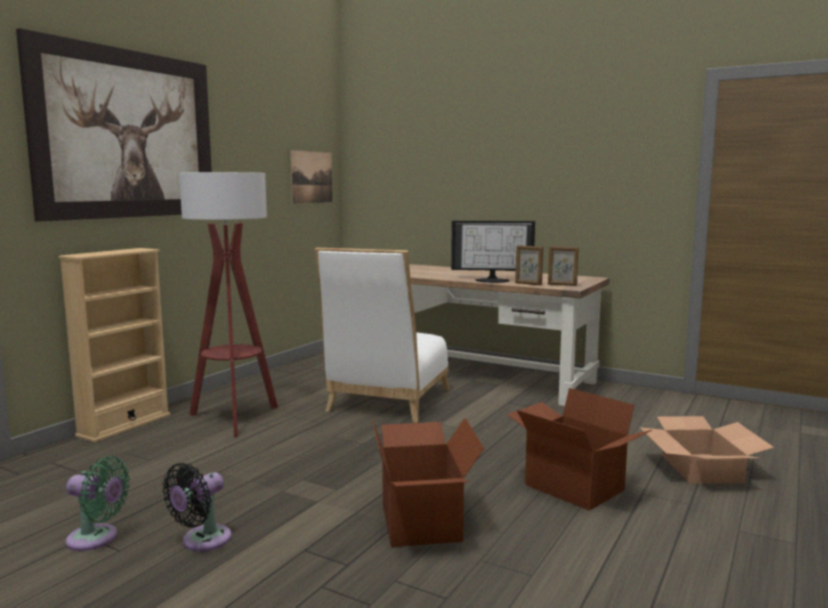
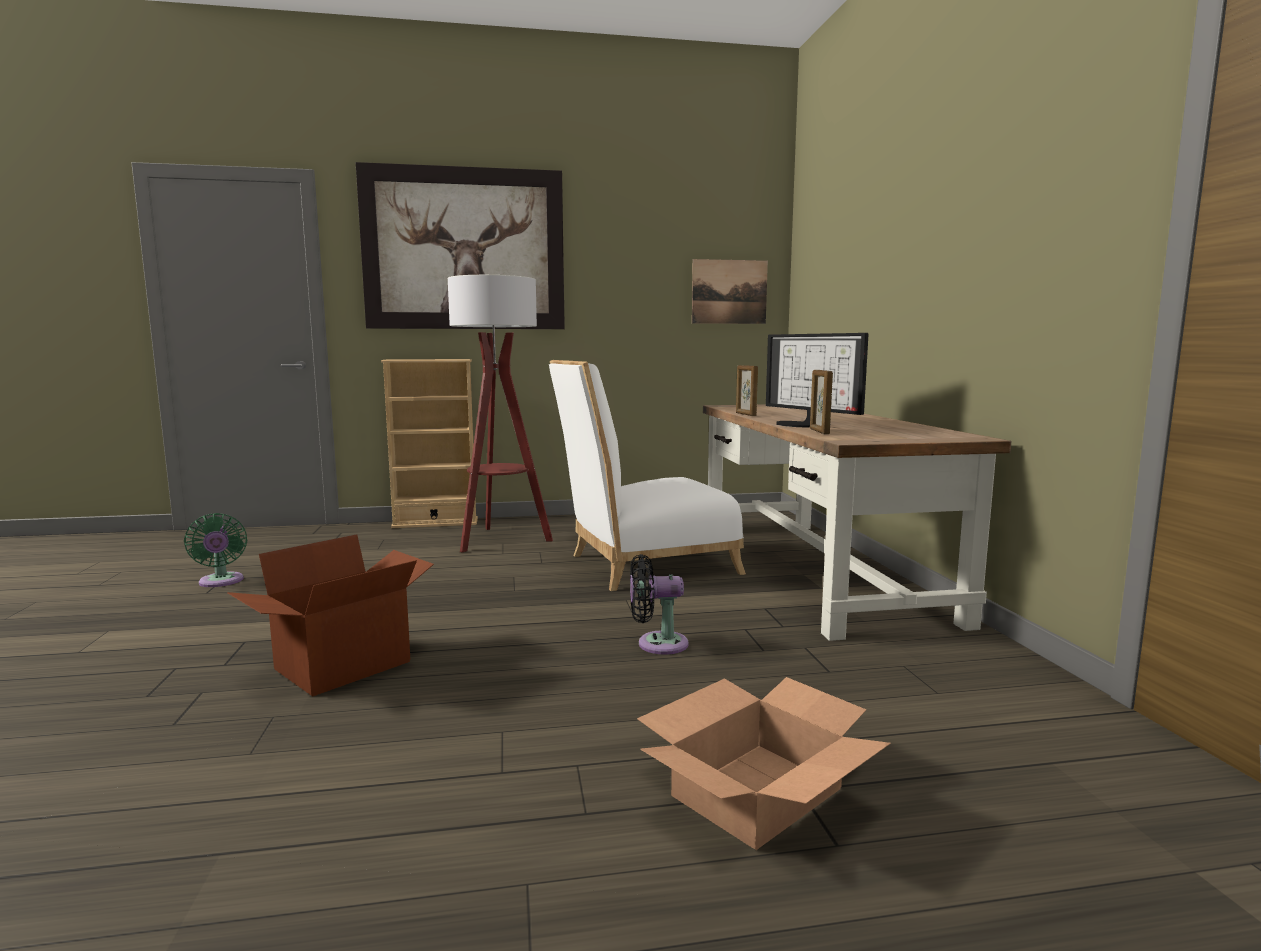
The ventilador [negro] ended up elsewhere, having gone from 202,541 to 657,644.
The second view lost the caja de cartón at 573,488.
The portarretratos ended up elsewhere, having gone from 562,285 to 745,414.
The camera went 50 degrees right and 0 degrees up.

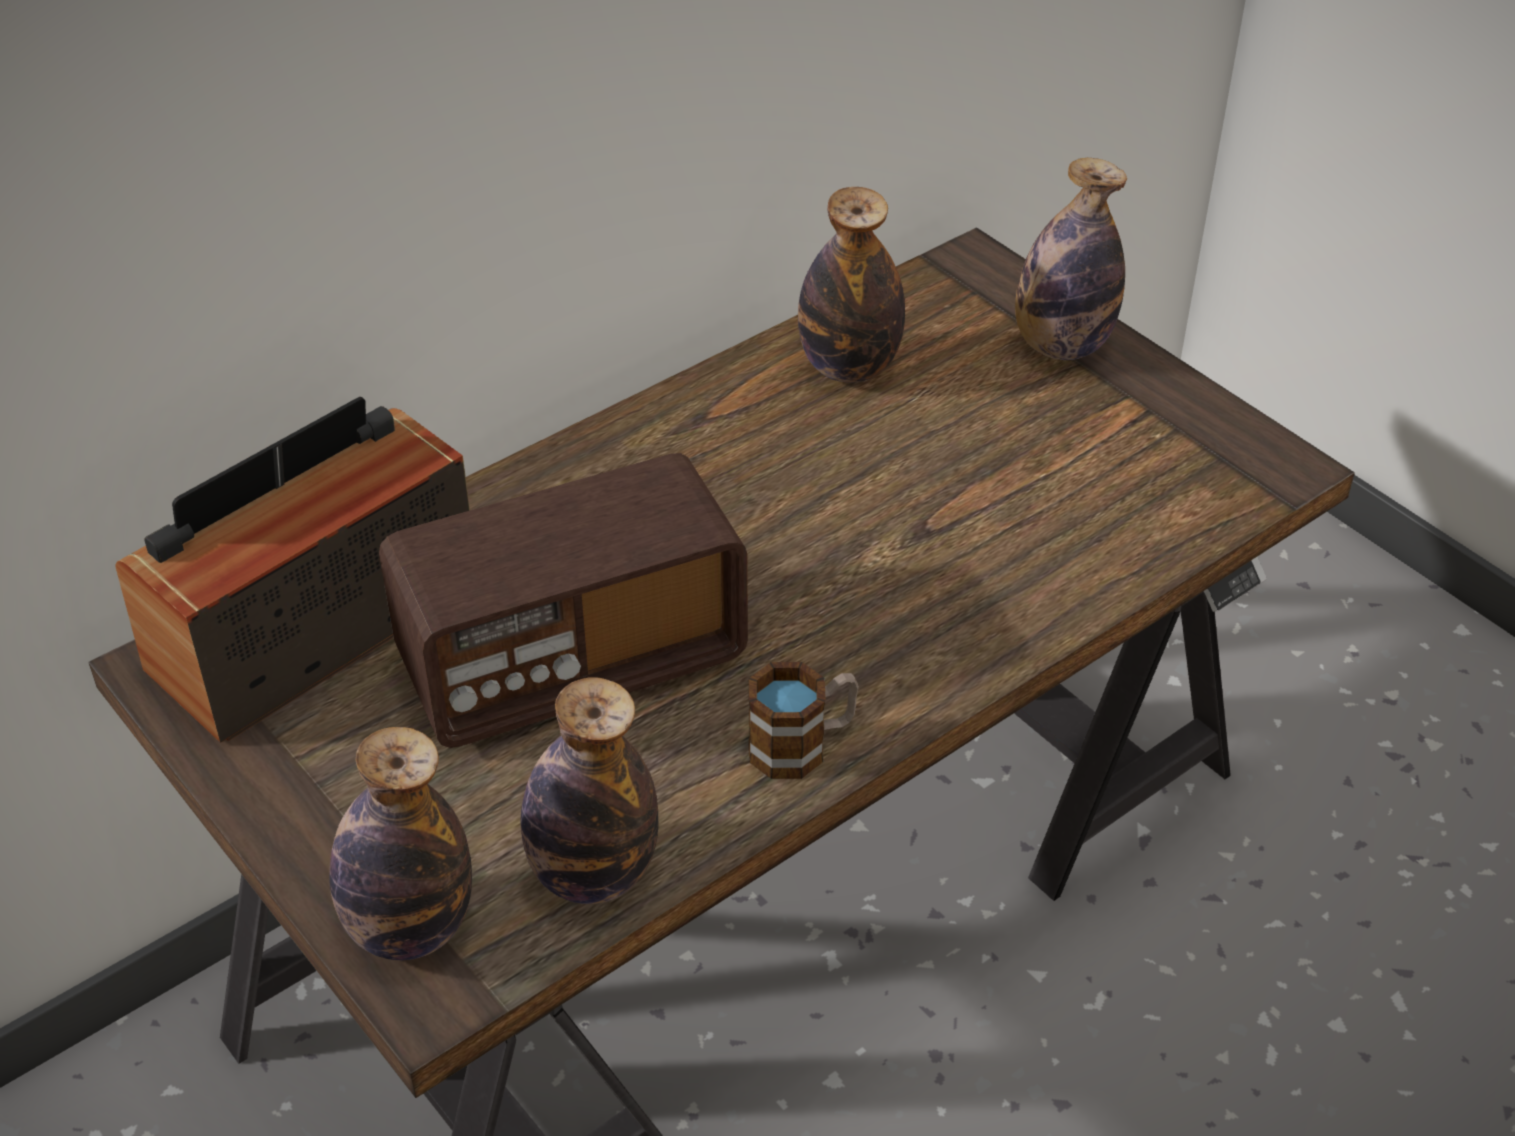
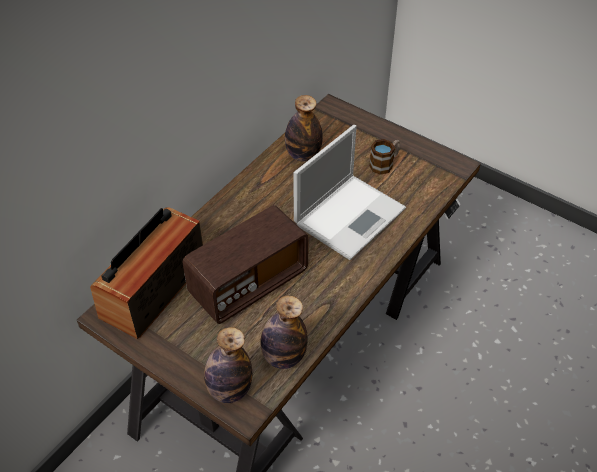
The taza grande ended up elsewhere, having gone from 802,745 to 384,164.
The second view lost the botella at 1061,346.
The second view gained the portátil at 351,215.
The camera went 15 degrees left and 5 degrees up.

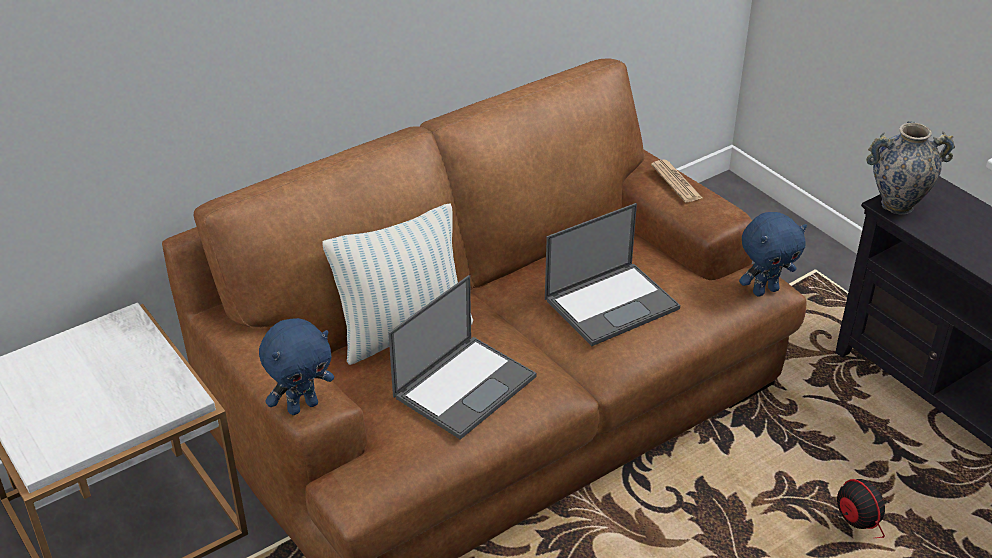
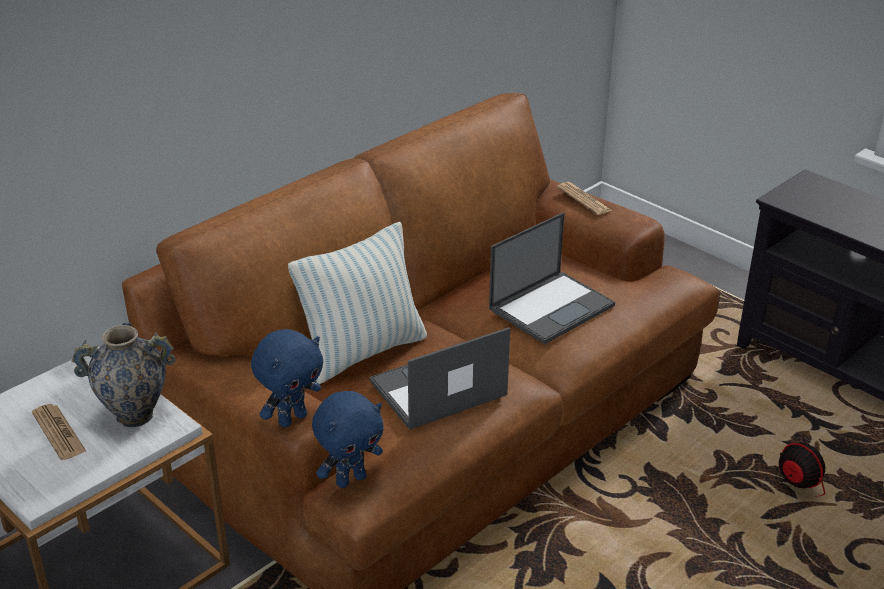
The portátil at 465,385 ended up facing another way, 150 degrees counterclockwise from before.
The peluche [azul] ended up elsewhere, having gone from 765,290 to 350,479.
The florero ended up elsewhere, having gone from 897,205 to 134,415.
The second view gained the periódico at 58,432.
The camera went 10 degrees left and 5 degrees down.

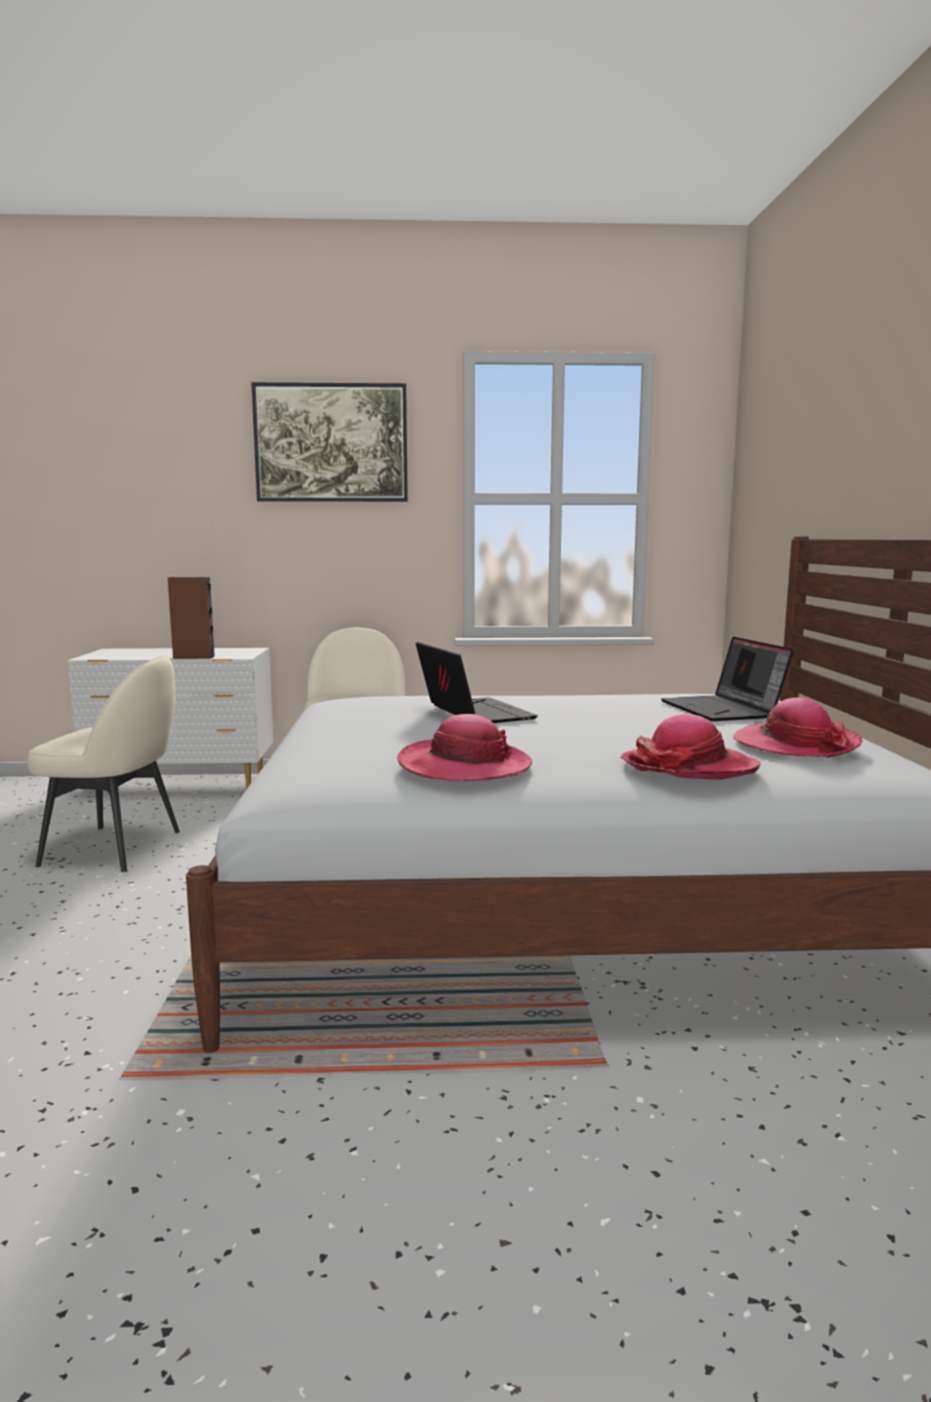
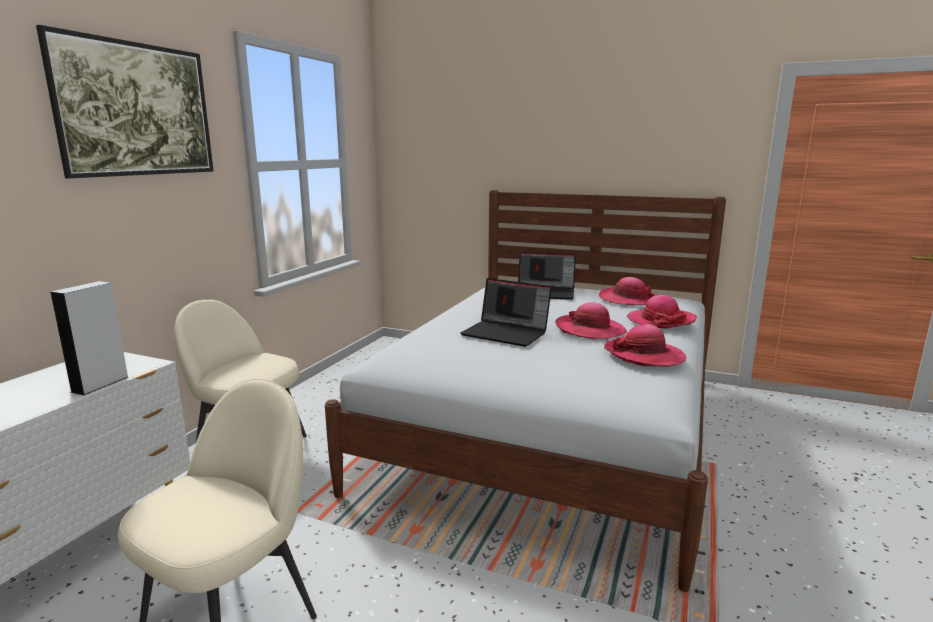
What was the altavoz [marrón] at 193,657 turned into the altavoz [gris] at 100,384.
The portátil at 472,713 ended up facing another way, 150 degrees counterclockwise from before.
The second view gained the sombrero at 589,330.
The camera went 65 degrees left and 5 degrees up.

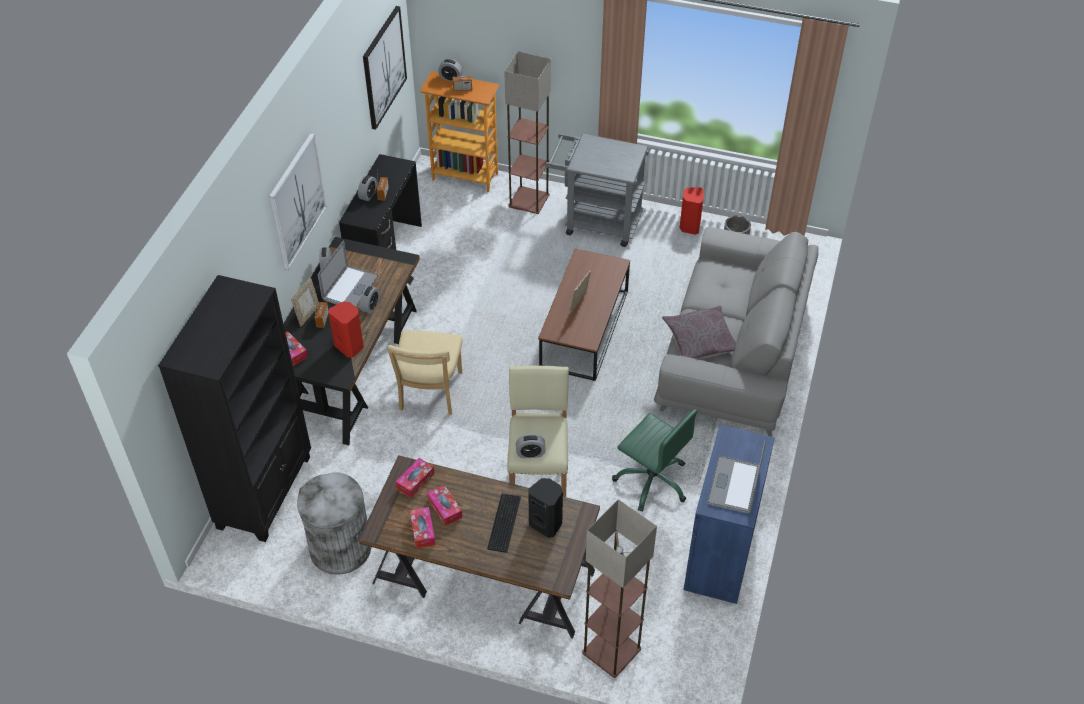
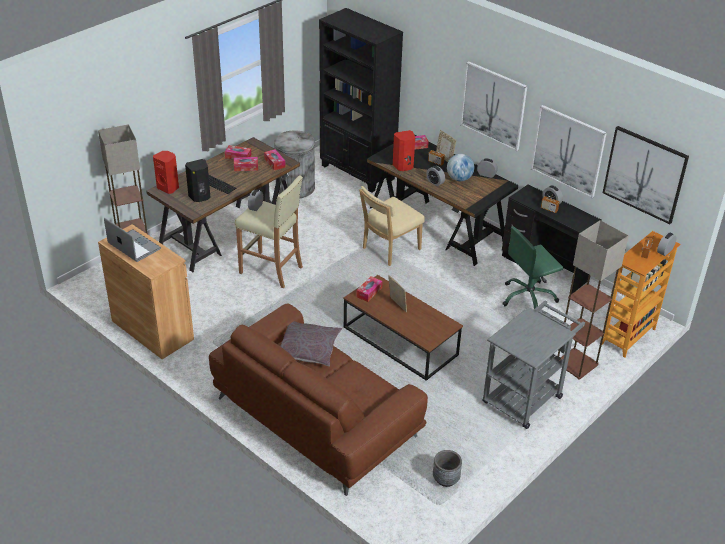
Where the portátil stood at 350,288, the globo terráqueo came to stand at 459,179.
The silla [beis] at 429,394 ended up facing another way, 75 degrees counterclockwise from before.
The silla de oficina [verde] ended up elsewhere, having gone from 652,481 to 528,298.
What was the sofá [gris] at 733,352 turned into the sofá [marrón] at 316,416.
The altavoz [rojo] ended up elsewhere, having gone from 689,226 to 168,188.
What was the armario [azul] at 721,552 turned into the armario [marrón] at 152,330.
The second view gained the caja de pañuelos at 369,292.
The second view gained the cuadro at 568,151.
The camera went 115 degrees right and 10 degrees down.

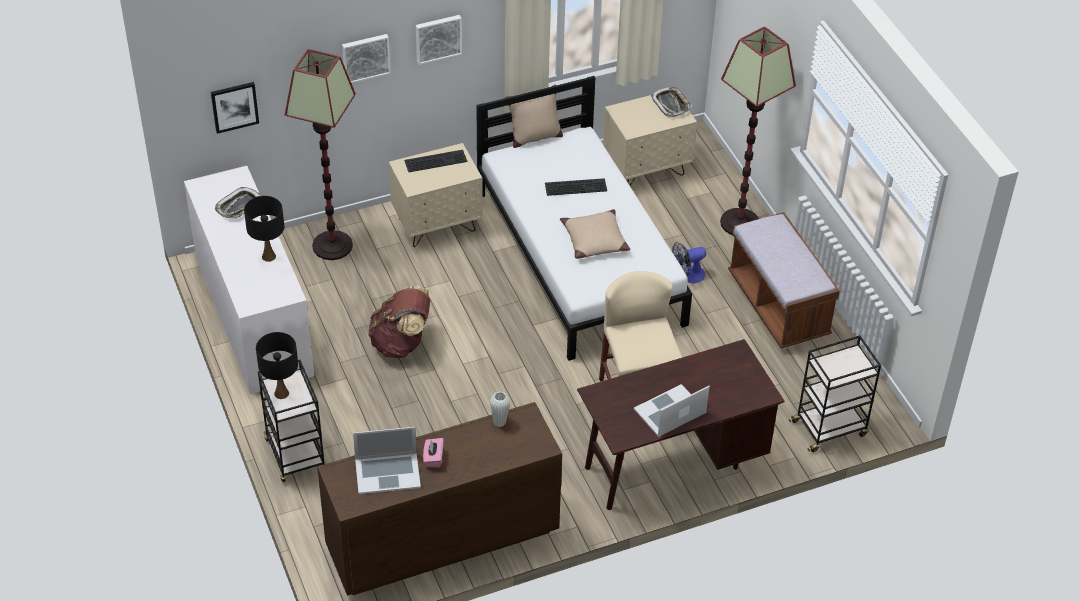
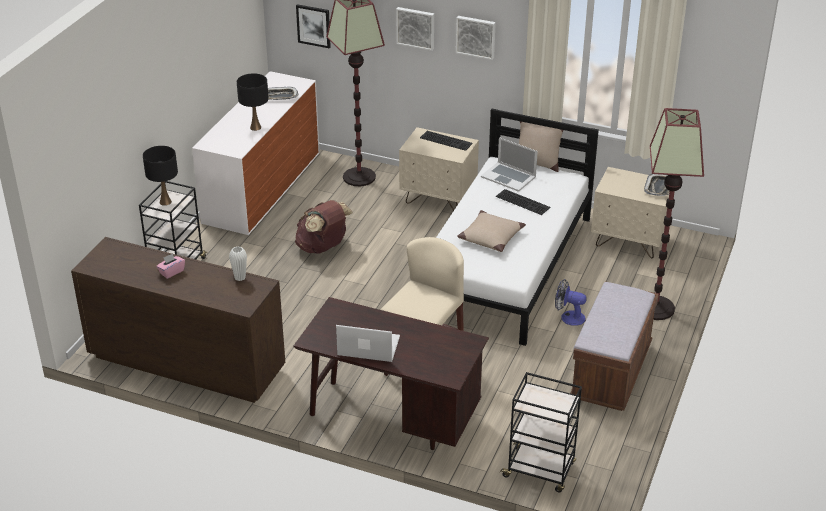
The portátil ended up elsewhere, having gone from 387,473 to 508,176.
The camera went 45 degrees right and 10 degrees down.

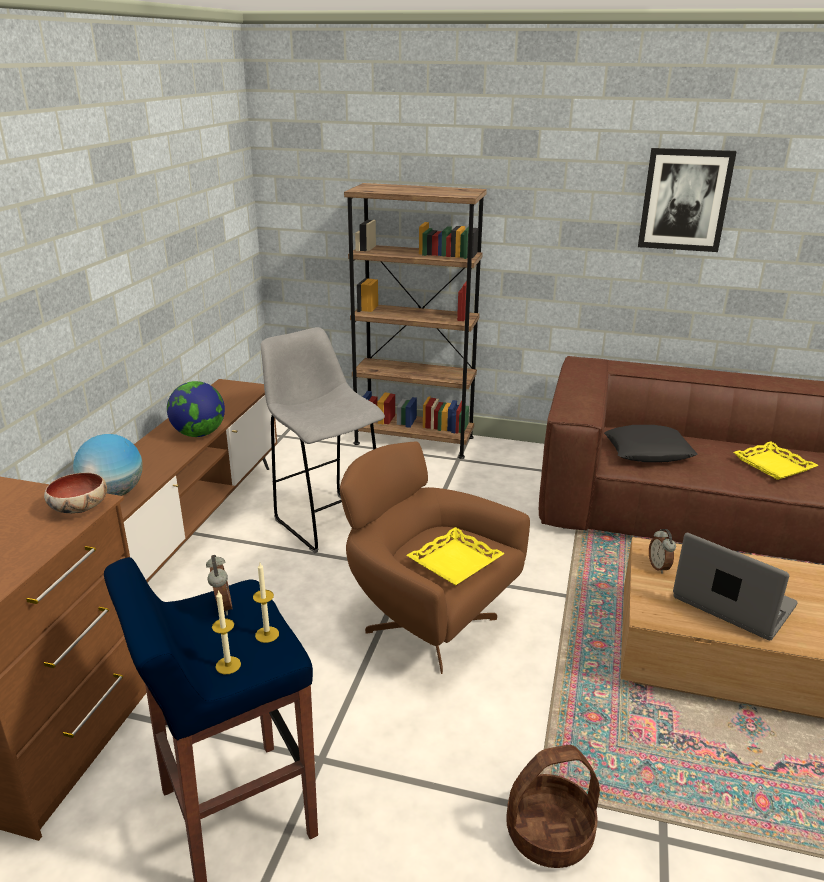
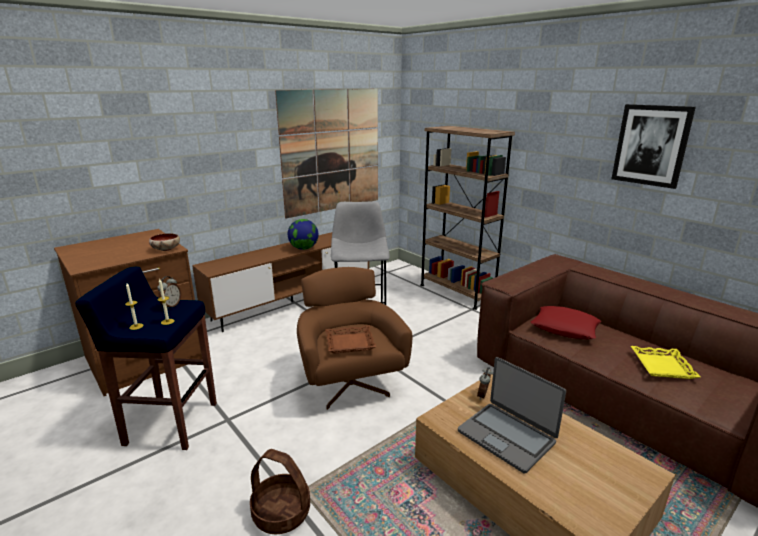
The second view lost the globo terráqueo at 114,494.
What was the bandeja [amarillo] at 454,561 turned into the bandeja [marrón] at 350,343.
What was the cojín [negro] at 647,451 turned into the cojín [rojo] at 564,328.
The portátil at 732,603 ended up facing another way, 150 degrees clockwise from before.
The second view gained the cuadro at 332,151.
The camera went 35 degrees right and 5 degrees down.

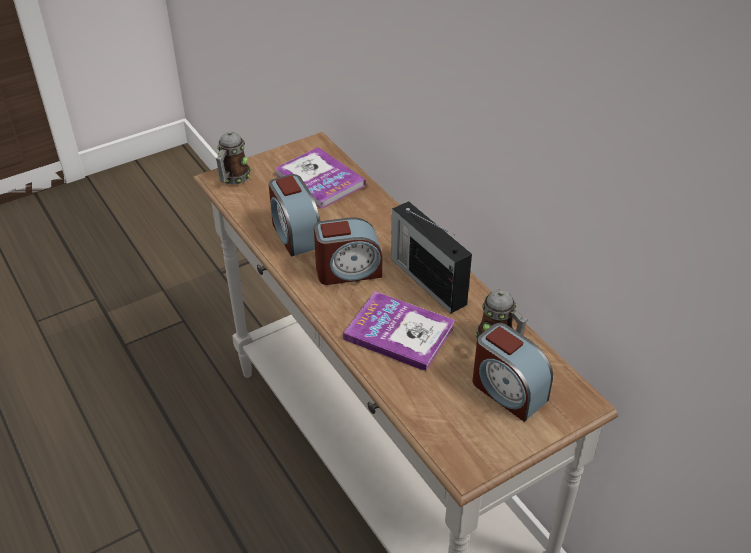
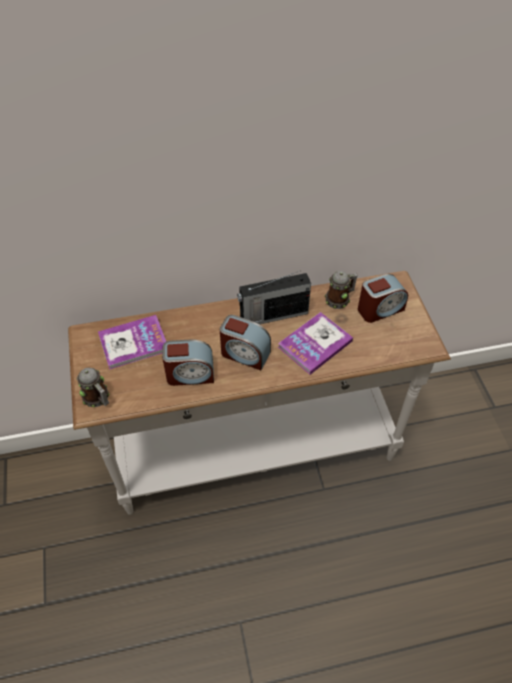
The despertador at 348,270 ended up facing another way, 105 degrees clockwise from before.
The camera went 70 degrees left and 10 degrees up.

